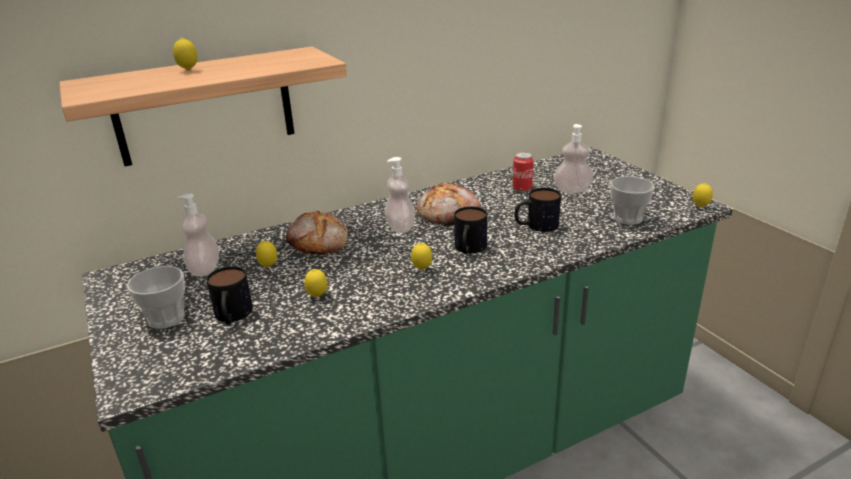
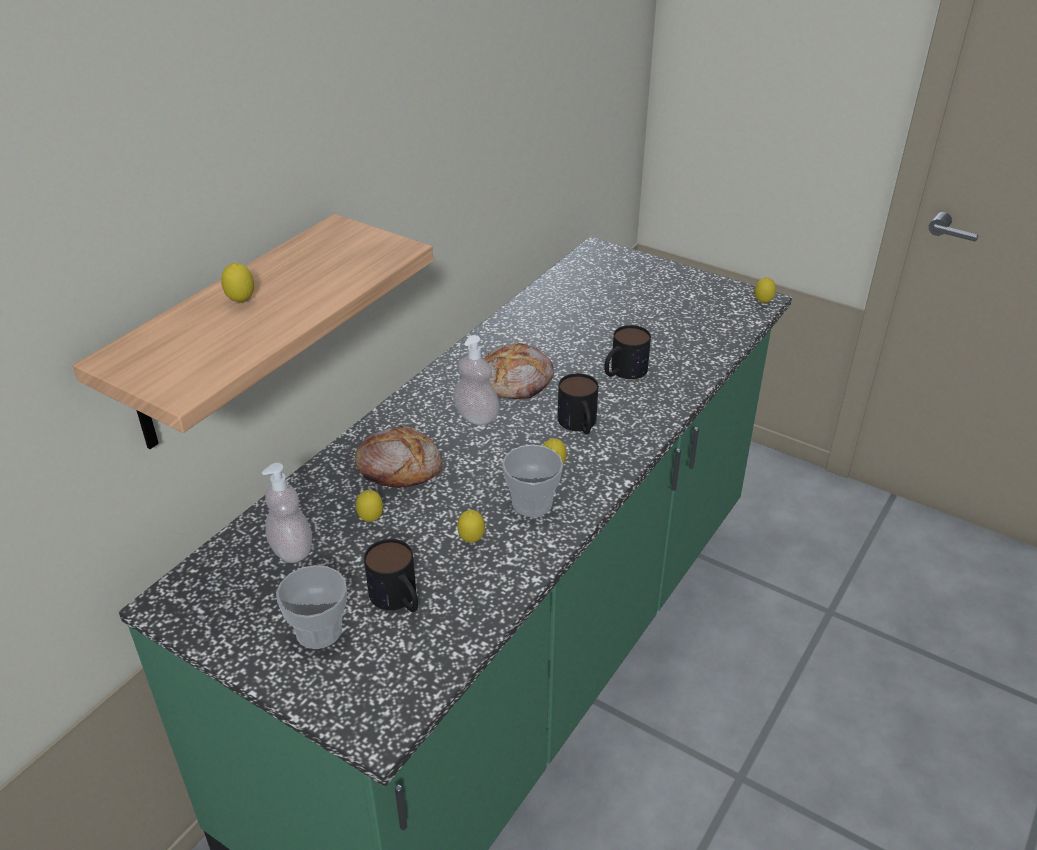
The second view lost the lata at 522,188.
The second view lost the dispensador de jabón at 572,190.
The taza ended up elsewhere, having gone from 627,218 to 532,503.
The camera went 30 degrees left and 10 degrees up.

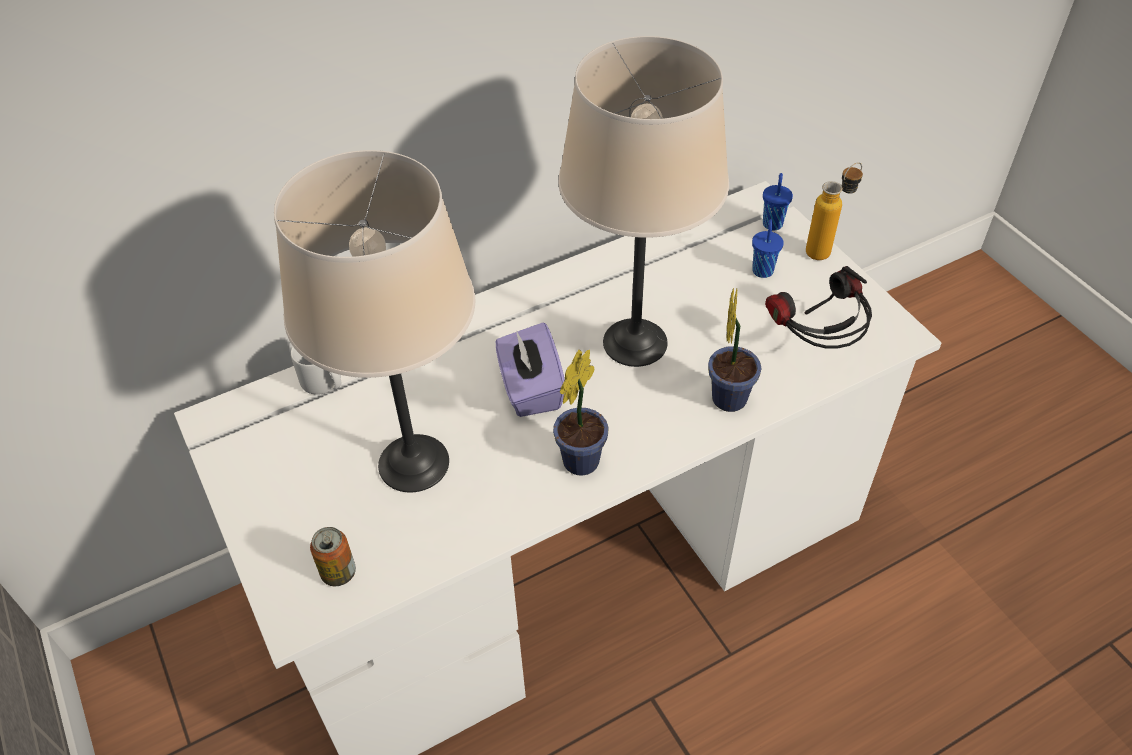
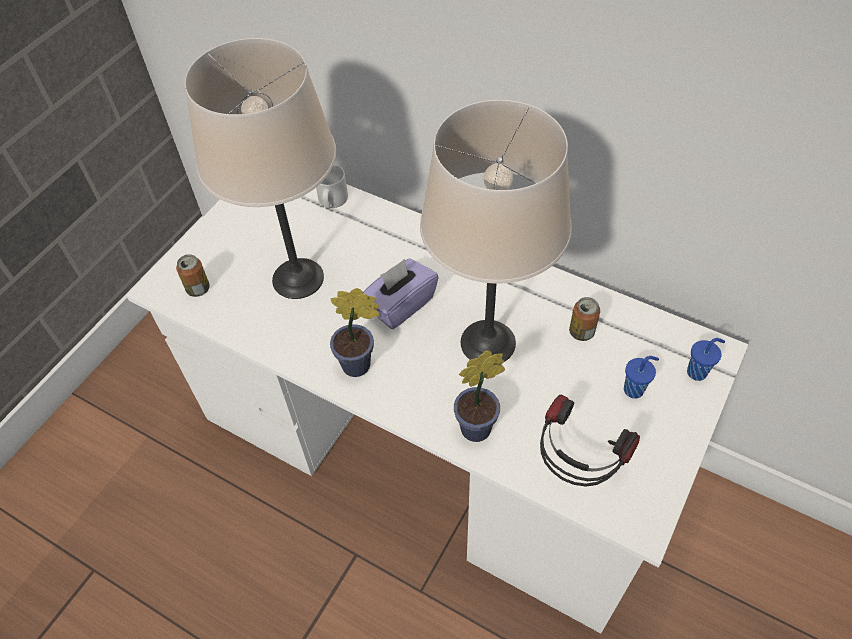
The second view lost the botella at 826,249.
The second view gained the lata at 581,332.
The camera went 60 degrees right and 5 degrees up.

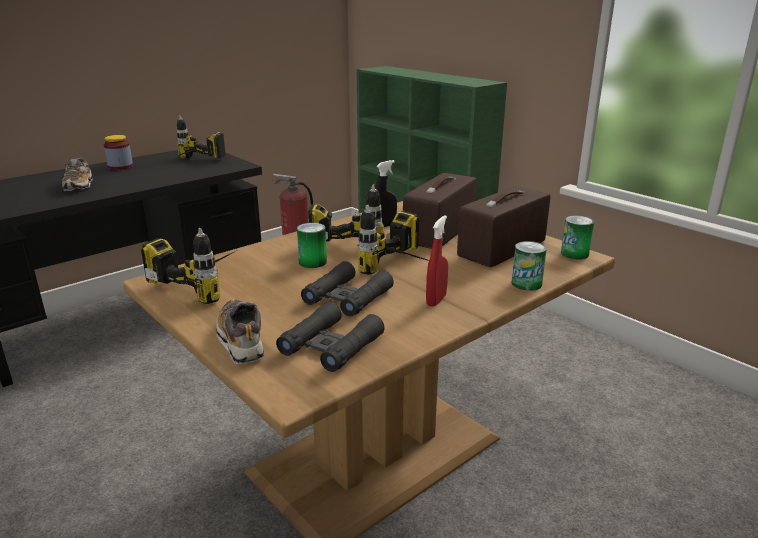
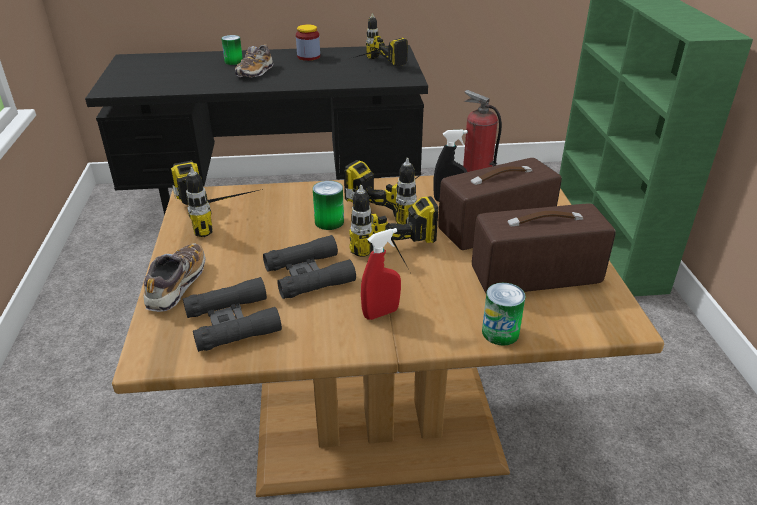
The lata ended up elsewhere, having gone from 574,253 to 233,62.
The camera went 35 degrees right and 10 degrees up.

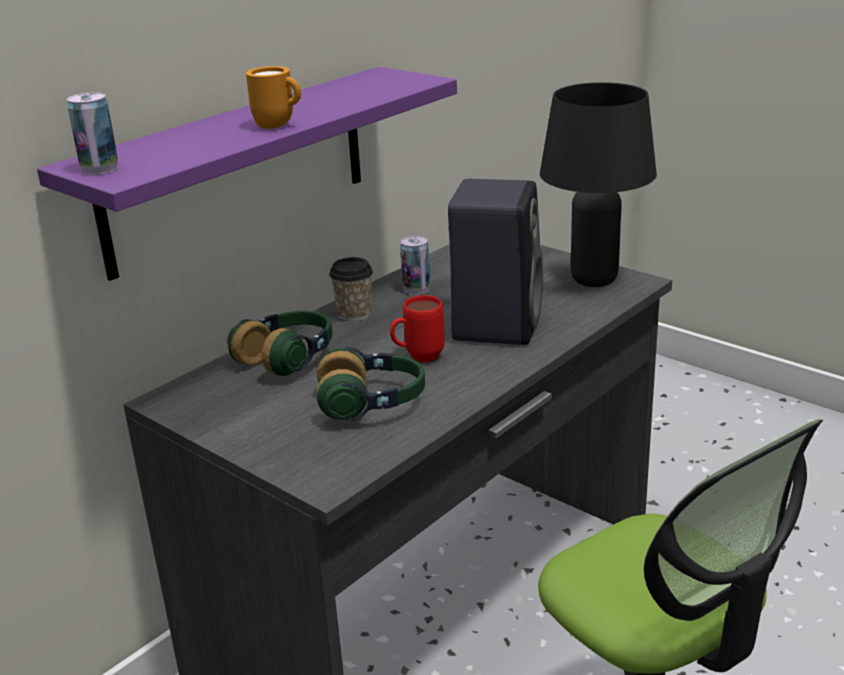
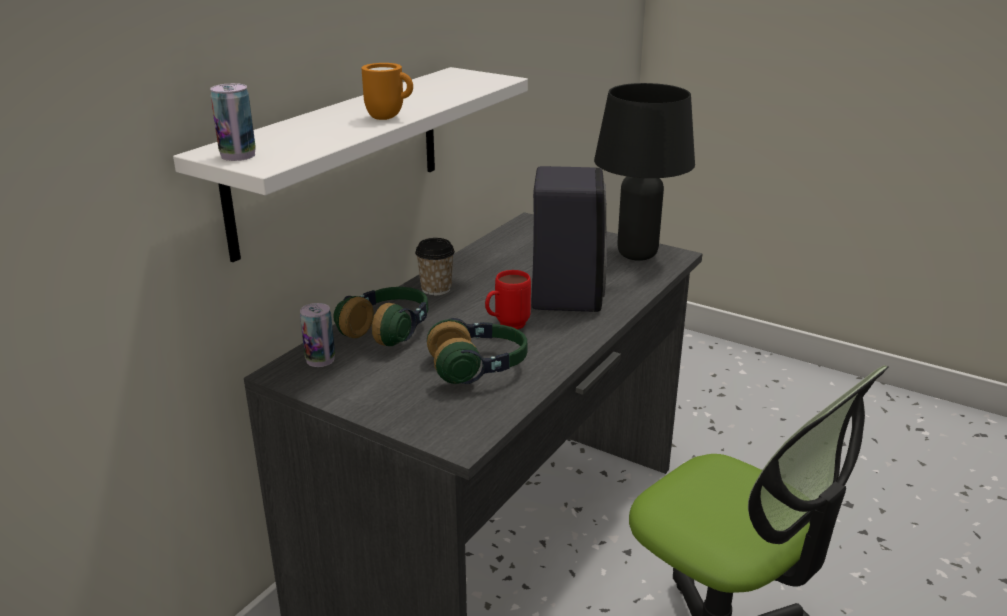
What was the estante [morado] at 238,169 turned into the estante [blanco] at 339,158.
The lata ended up elsewhere, having gone from 416,289 to 320,360.
The camera went 10 degrees left and 0 degrees up.

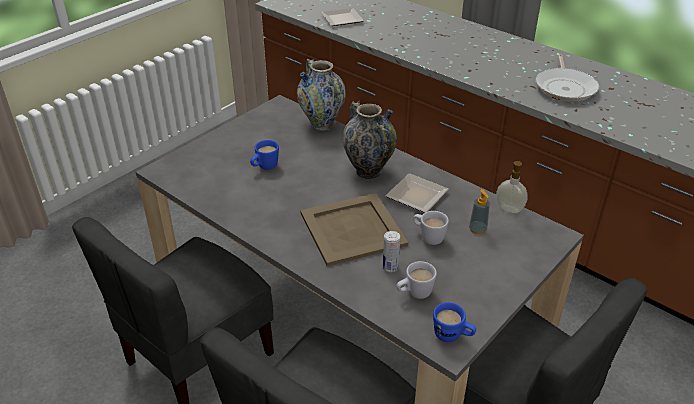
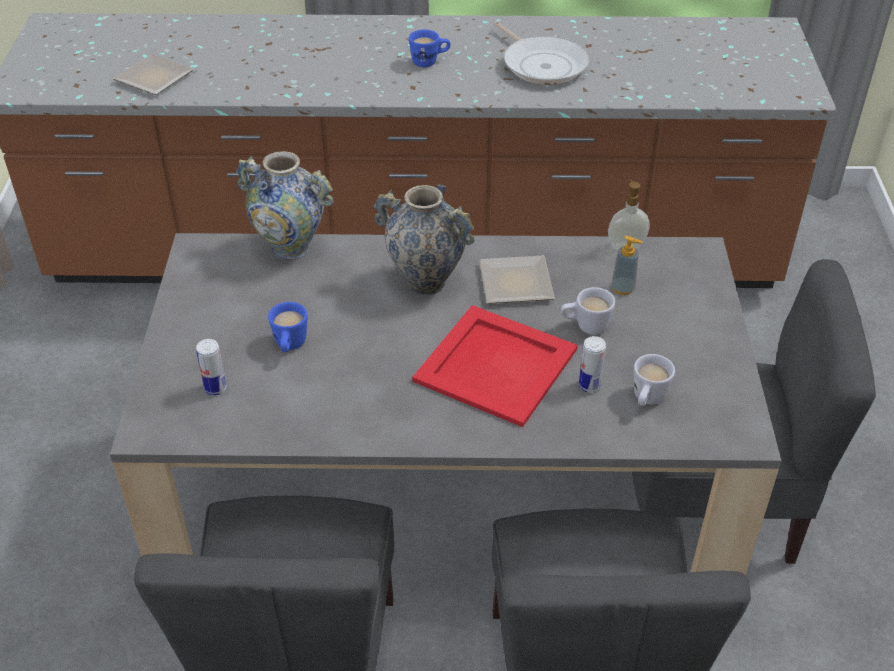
What was the bandeja [beis] at 353,229 turned into the bandeja [rojo] at 497,365.
The taza grande [azul] ended up elsewhere, having gone from 452,336 to 430,62.
The second view gained the lata at 215,388.
The camera went 40 degrees left and 5 degrees up.

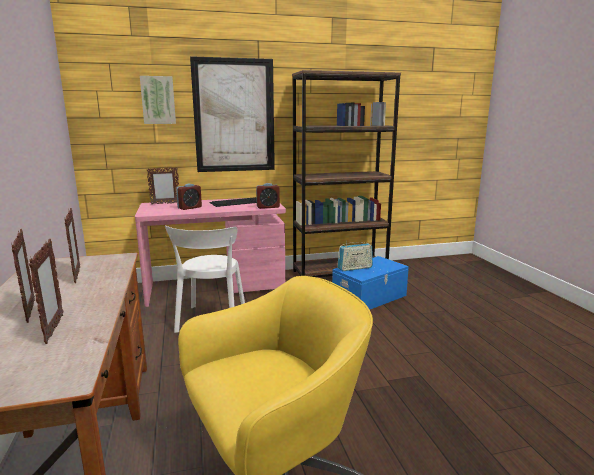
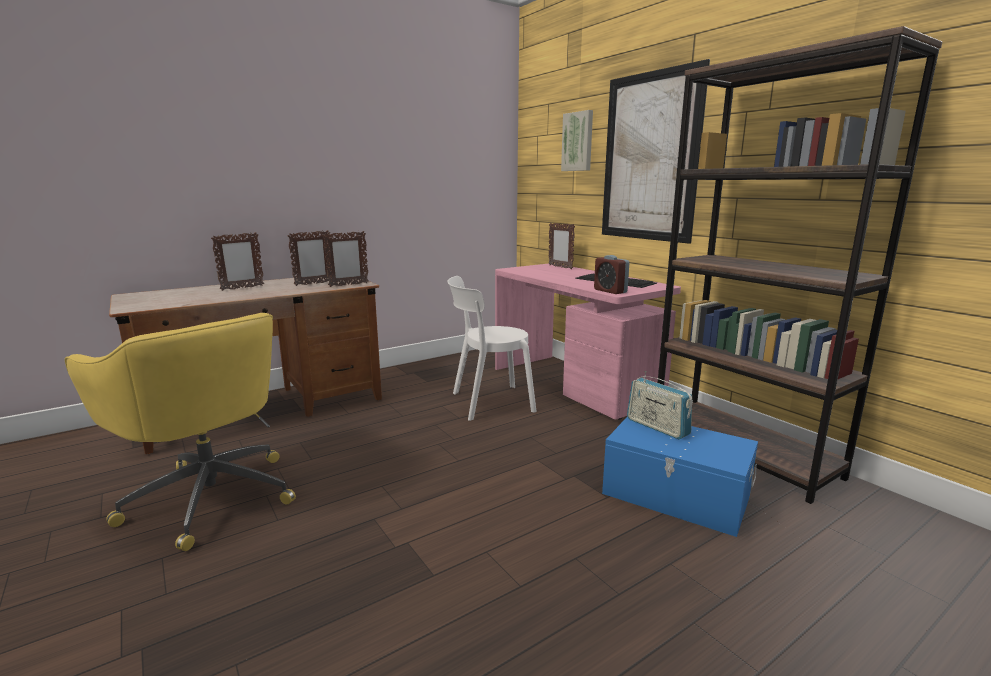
The portarretratos ended up elsewhere, having gone from 54,329 to 348,285.
The second view lost the despertador at 189,208.
The camera went 70 degrees right and 0 degrees up.

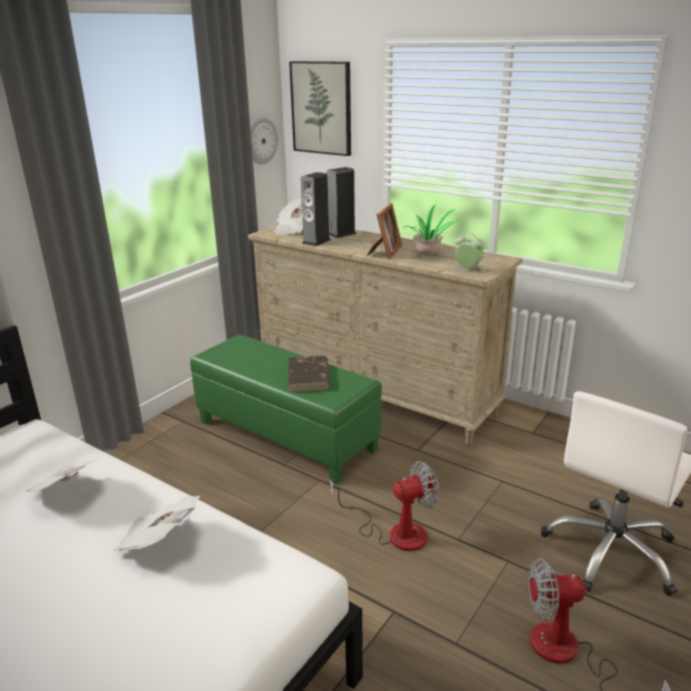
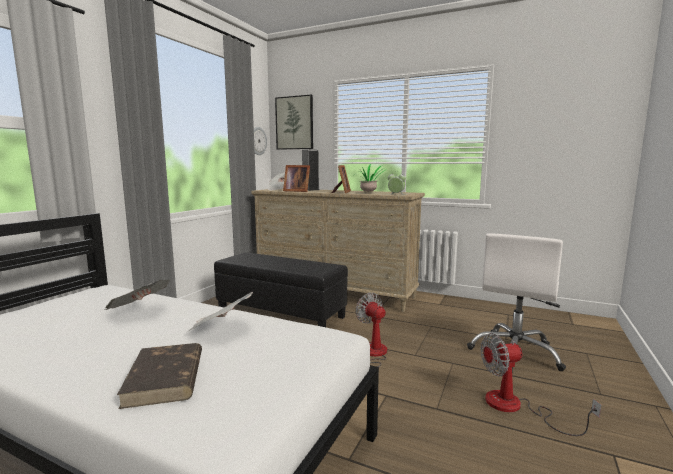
What was the puf [verde] at 284,435 turned into the puf [negro] at 280,314.
The libro [marrón] ended up elsewhere, having gone from 308,377 to 165,378.
Where the altavoz stood at 316,241, the portarretratos came to stand at 296,191.
The ventilador at 395,532 ended up facing another way, 90 degrees counterclockwise from before.
The camera went 10 degrees left and 15 degrees down.

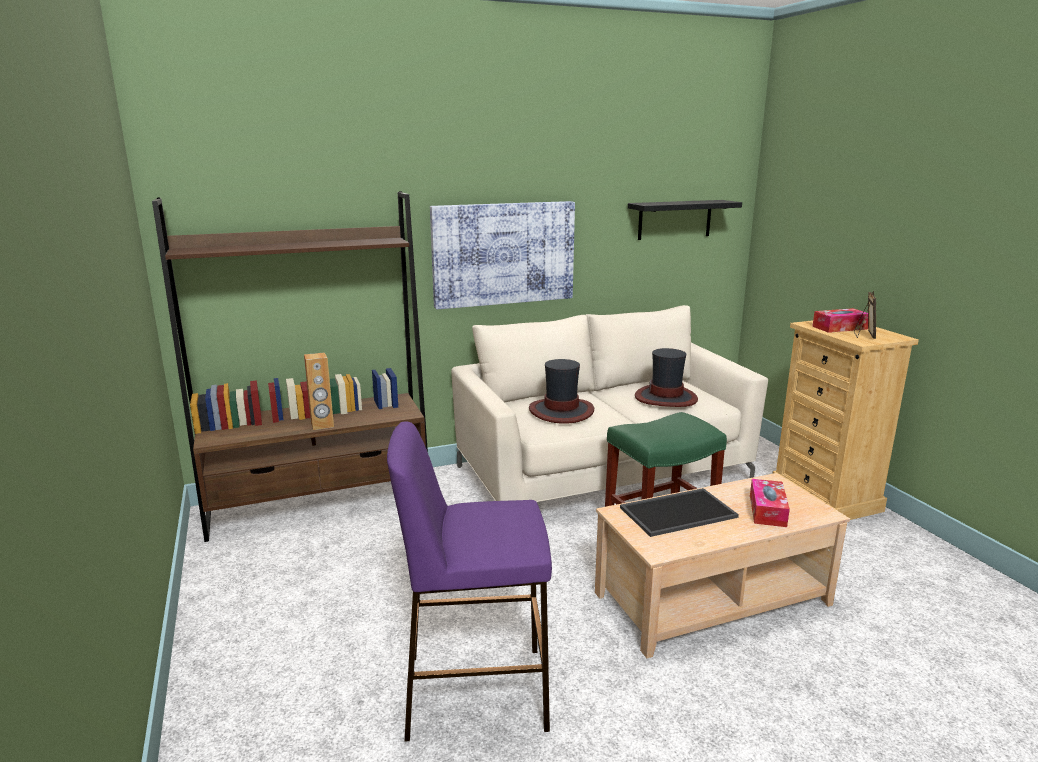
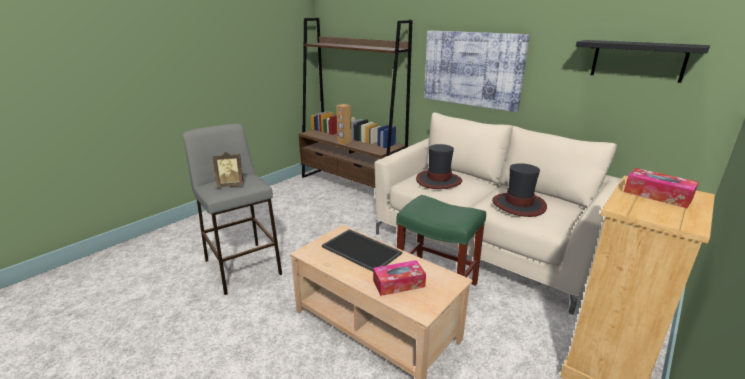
What was the taburete [morado] at 474,691 turned into the taburete [gris] at 242,266.
The portarretratos ended up elsewhere, having gone from 864,336 to 231,185.
The camera went 60 degrees right and 5 degrees up.

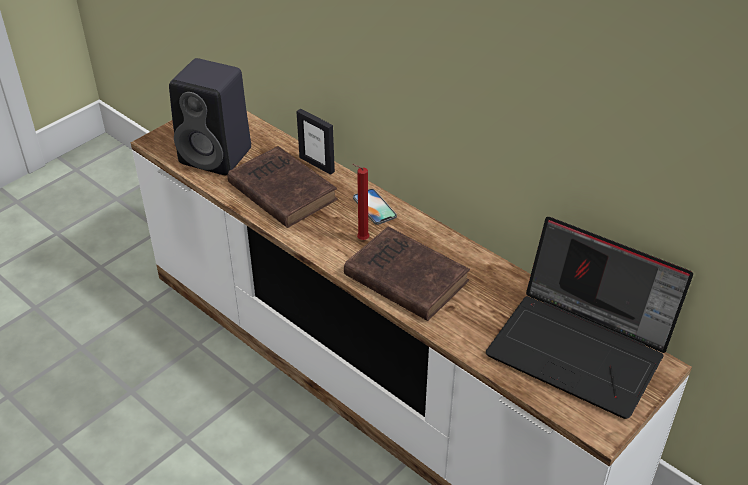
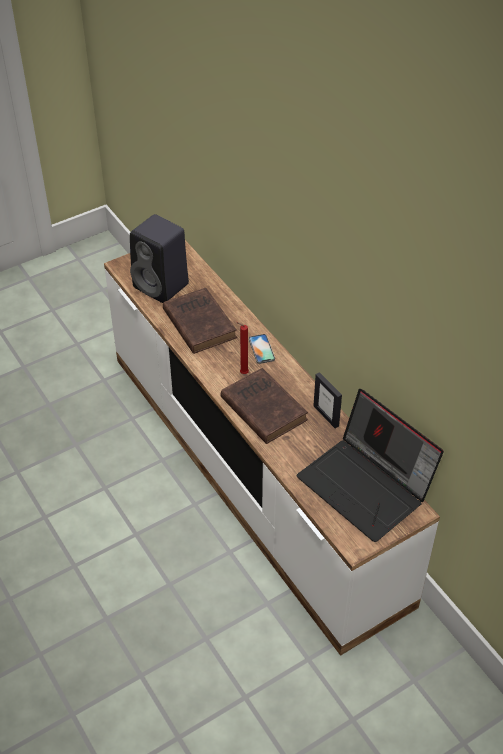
The portarretratos ended up elsewhere, having gone from 317,164 to 326,416.
The camera went 15 degrees right and 5 degrees up.

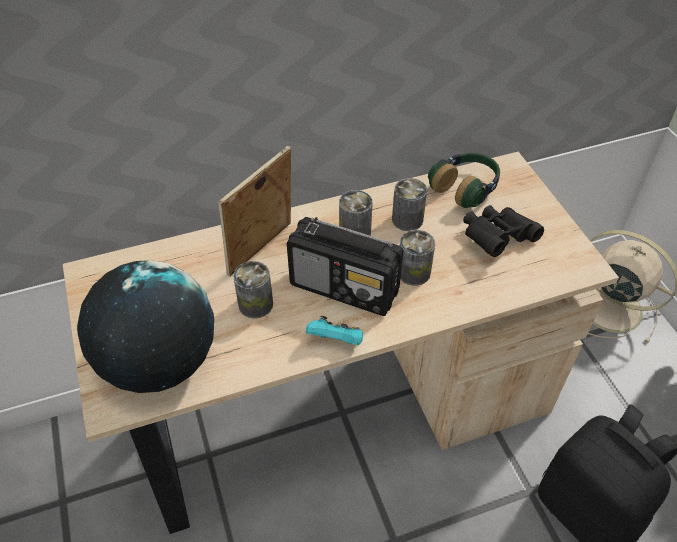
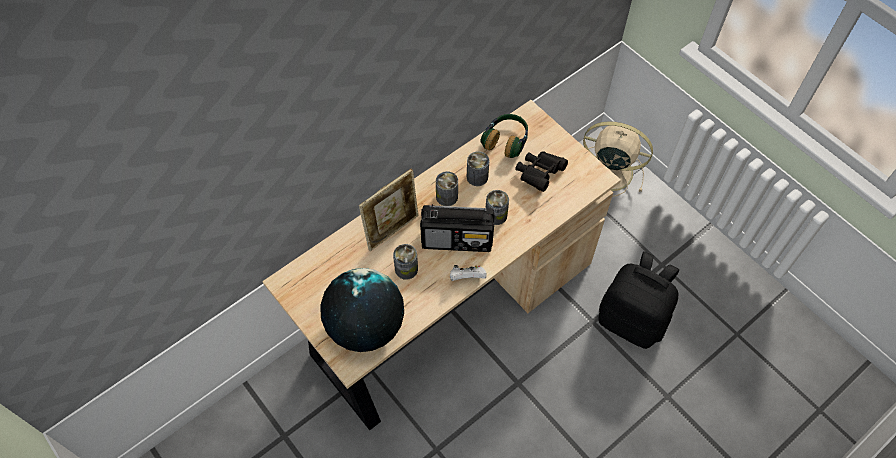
The portarretratos at 262,251 ended up facing another way, 150 degrees counterclockwise from before.
What was the mando de consola [turquesa] at 336,341 turned into the mando de consola [blanco] at 467,277.
The camera went 20 degrees left and 10 degrees up.

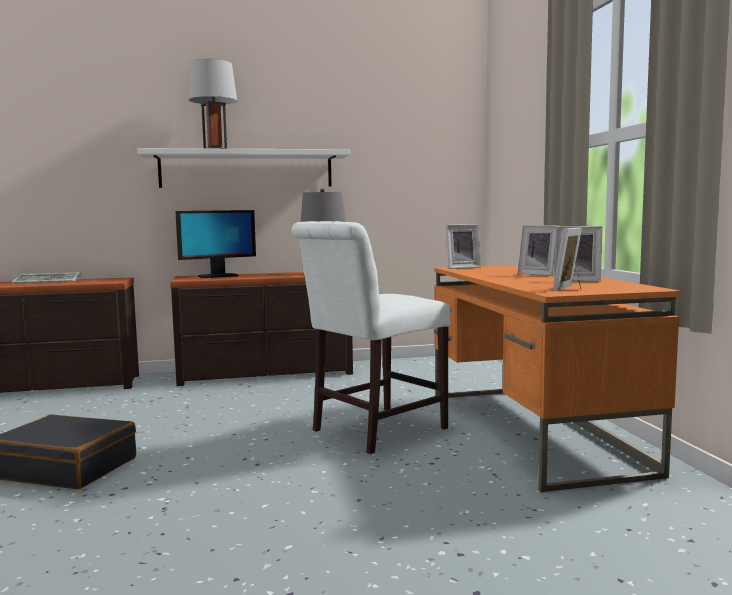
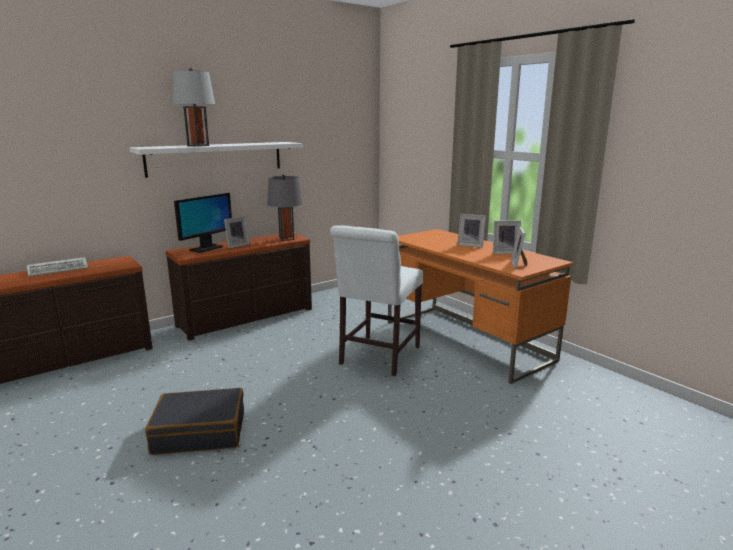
The portarretratos ended up elsewhere, having gone from 461,268 to 237,245.
The camera went 25 degrees left and 10 degrees up.

